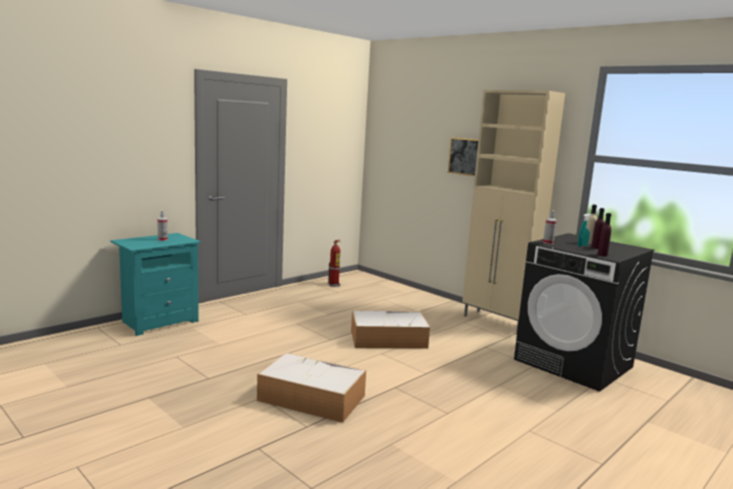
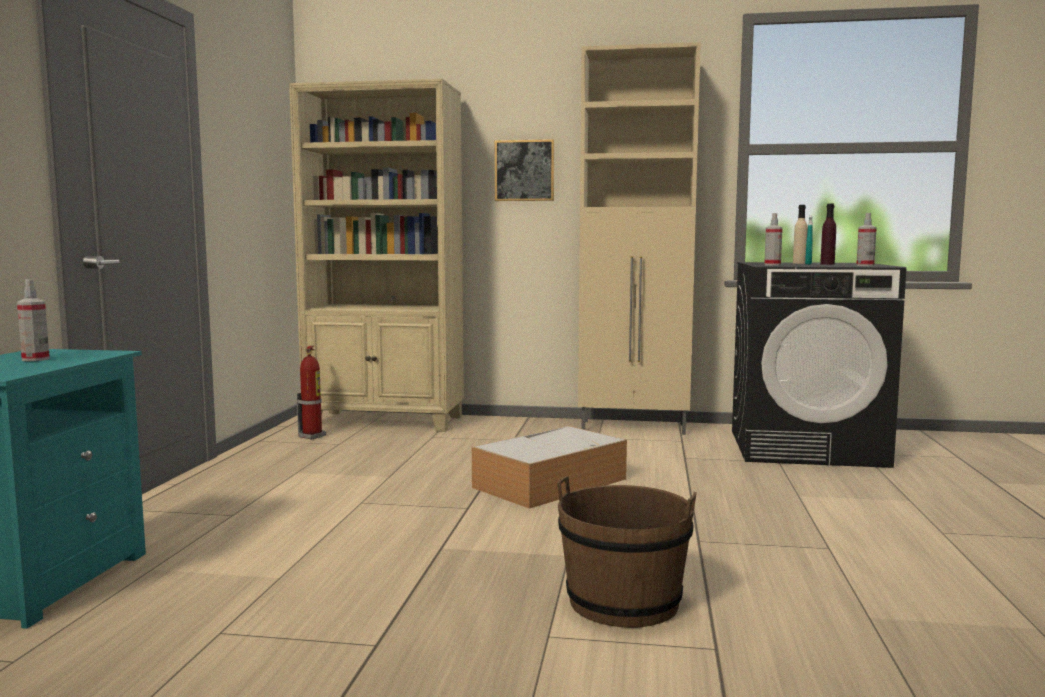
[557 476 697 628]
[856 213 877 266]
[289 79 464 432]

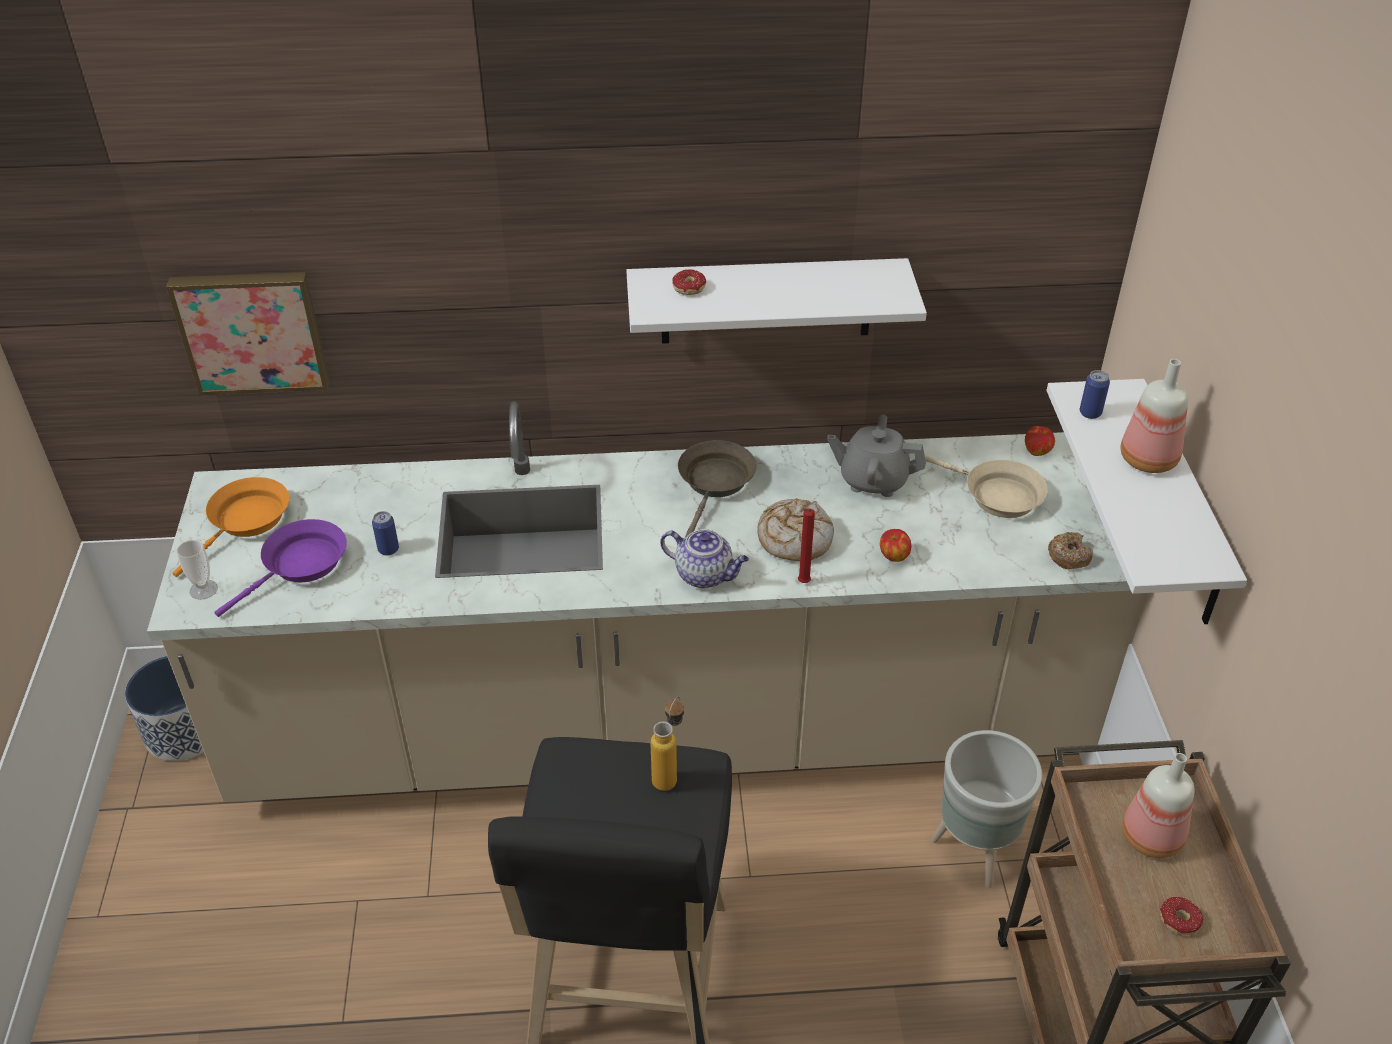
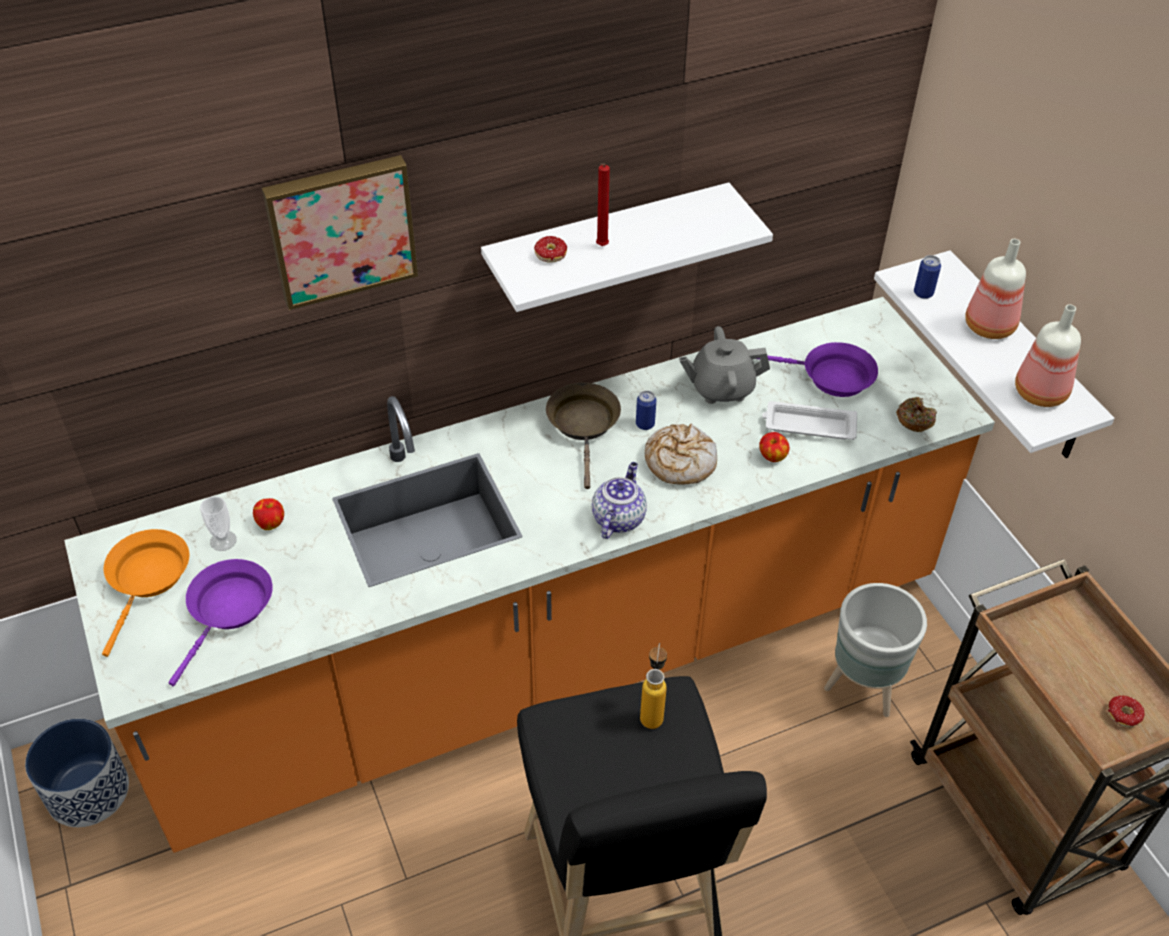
[64 297 995 853]
[262 155 418 310]
[200 496 237 551]
[636 390 656 430]
[592 462 647 539]
[596 164 610 246]
[757 342 878 397]
[253 498 284 530]
[1015 304 1081 407]
[762 401 857 440]

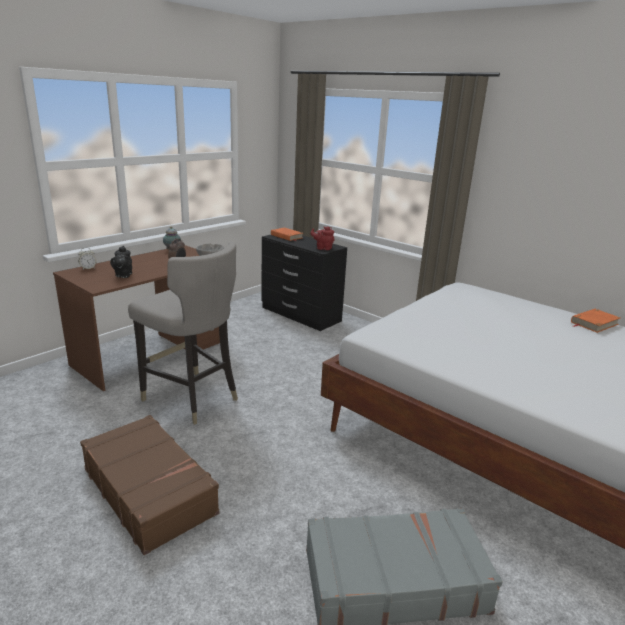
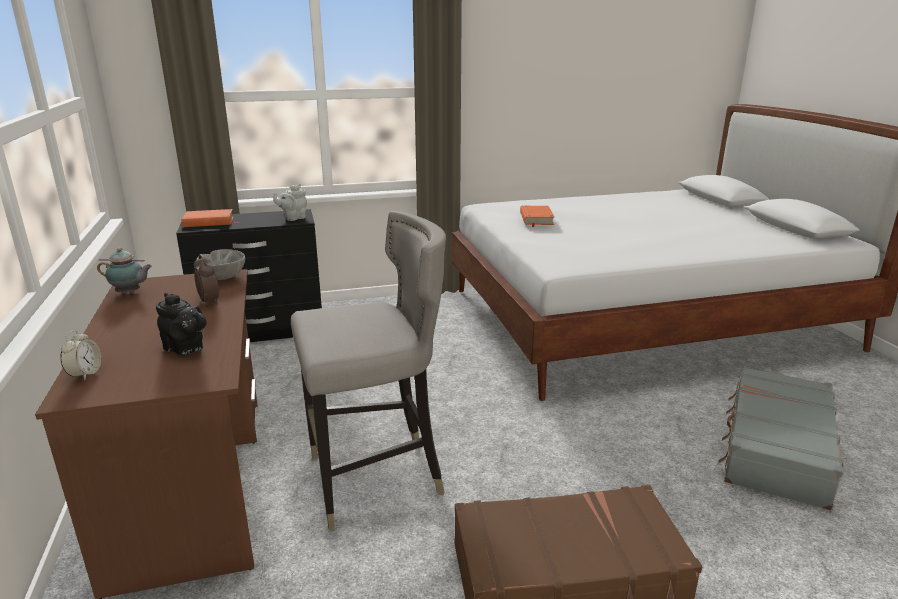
[273 184 307 221]
[520 206 554 227]

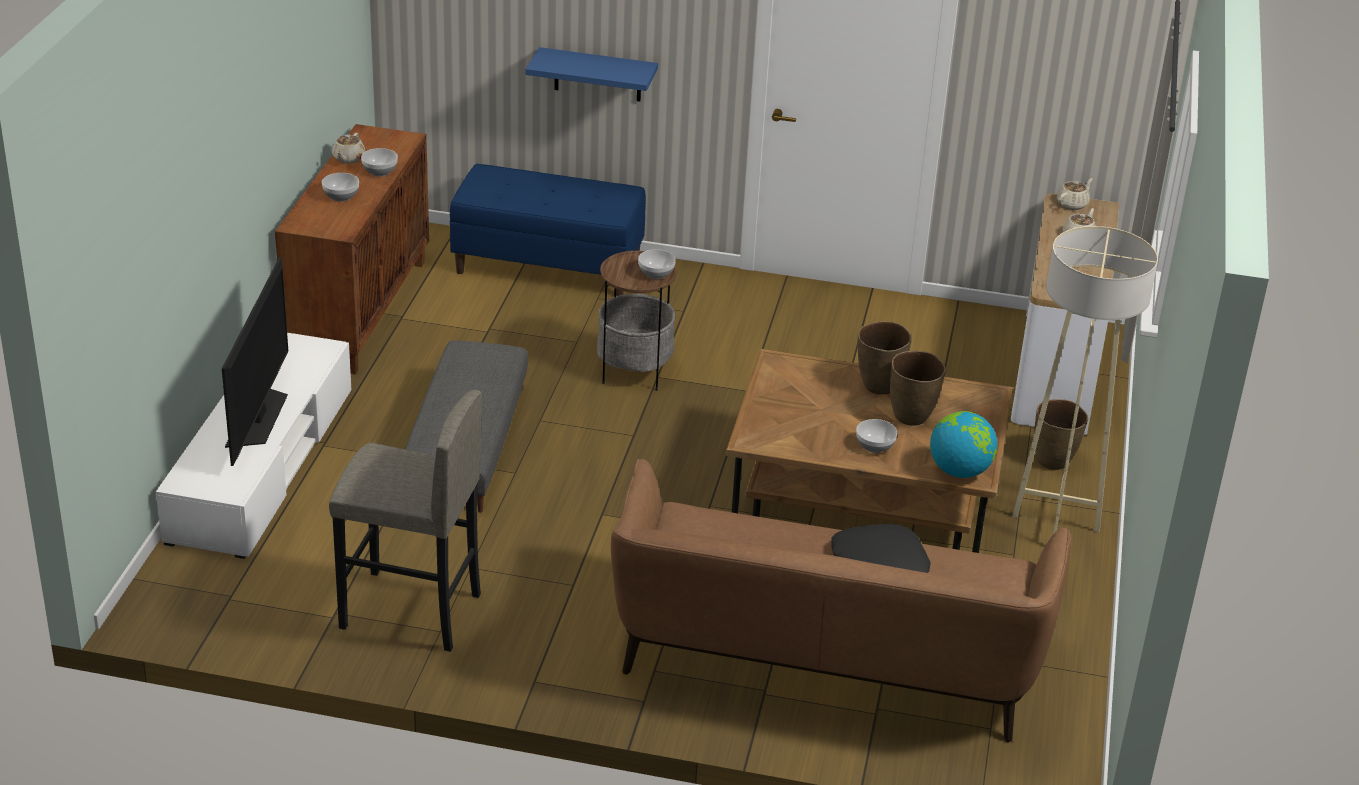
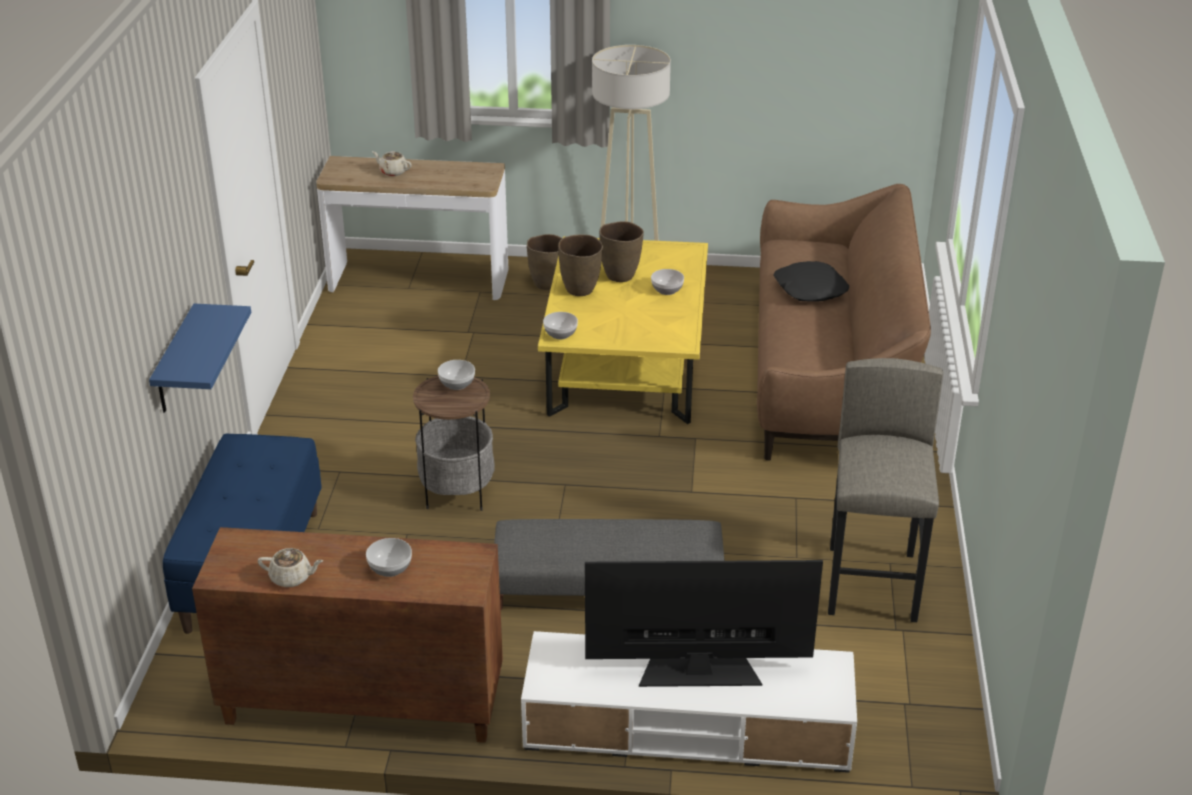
[543 312 578 339]
[538 237 708 424]
[930 411 997 478] (first image)
[1057 178 1093 210] (first image)

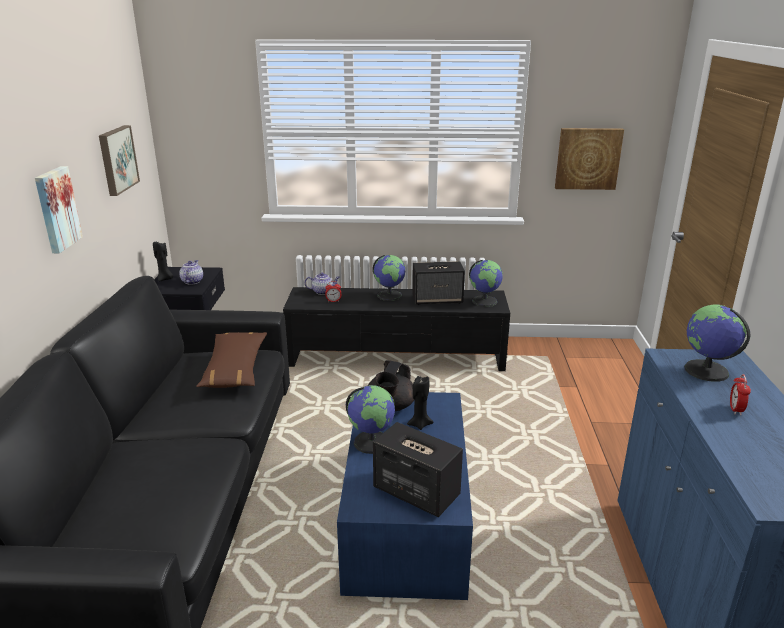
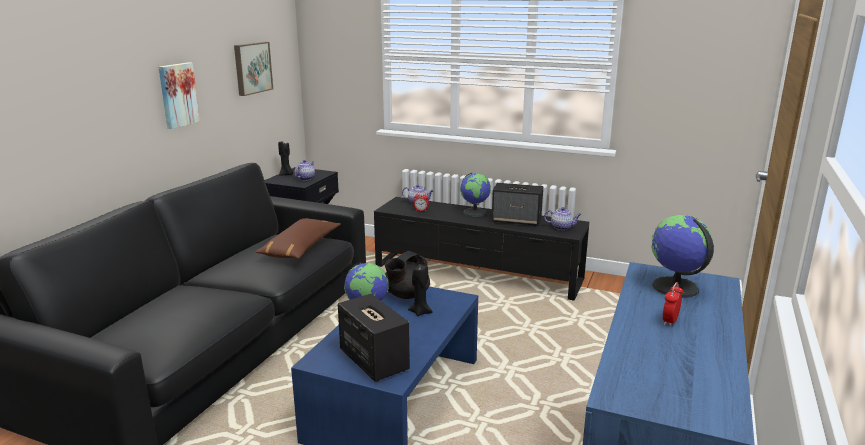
[544 207 581 230]
[555 128 624 190] (first image)

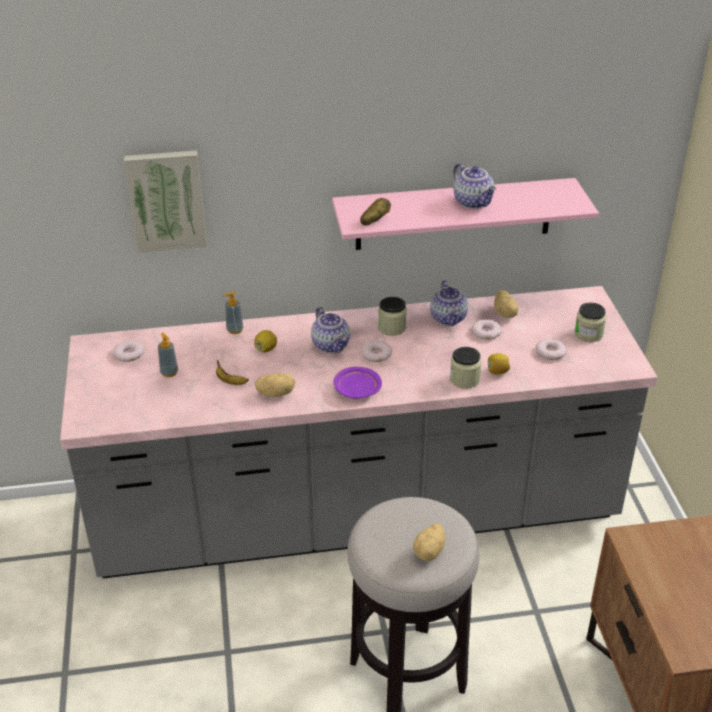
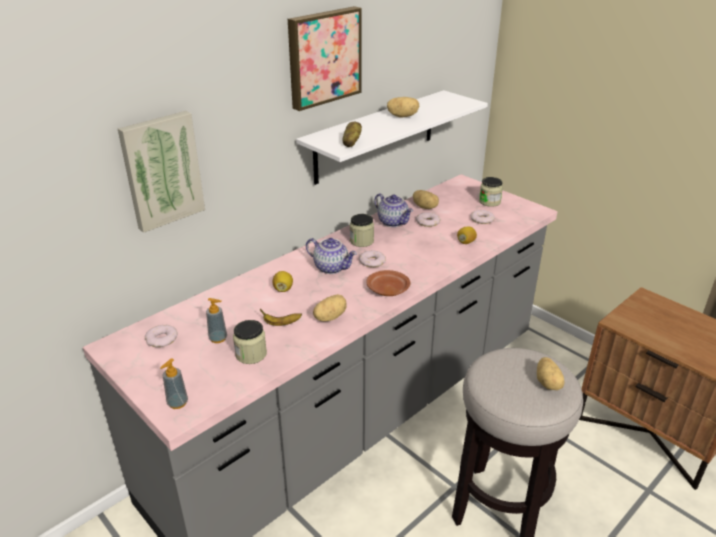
[160 358 188 409]
[296 90 488 185]
[367 270 411 296]
[233 320 267 364]
[387 97 419 118]
[288 6 362 111]

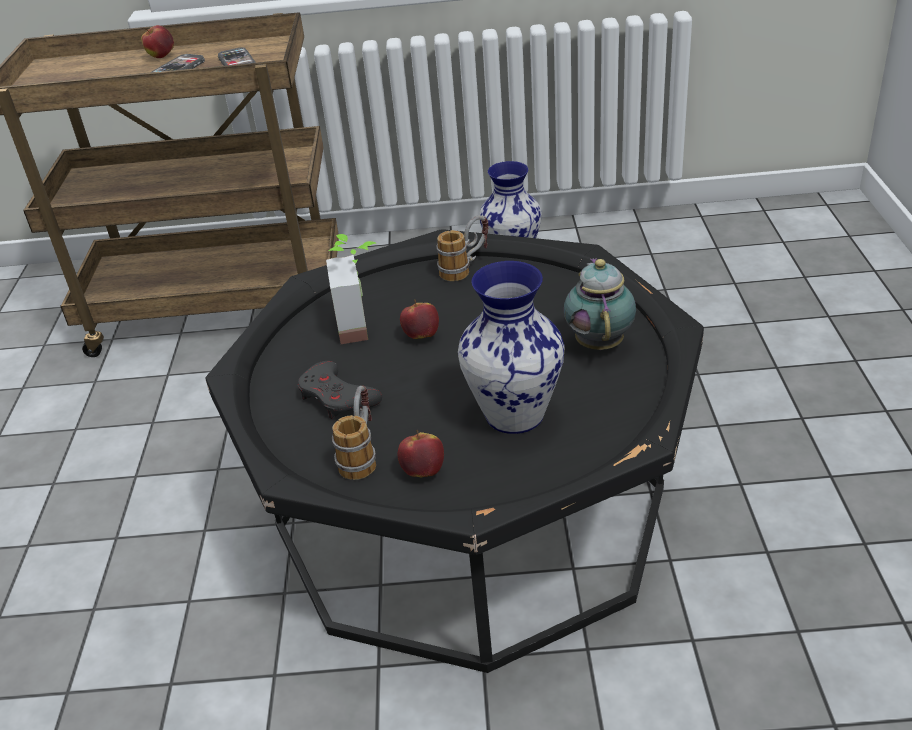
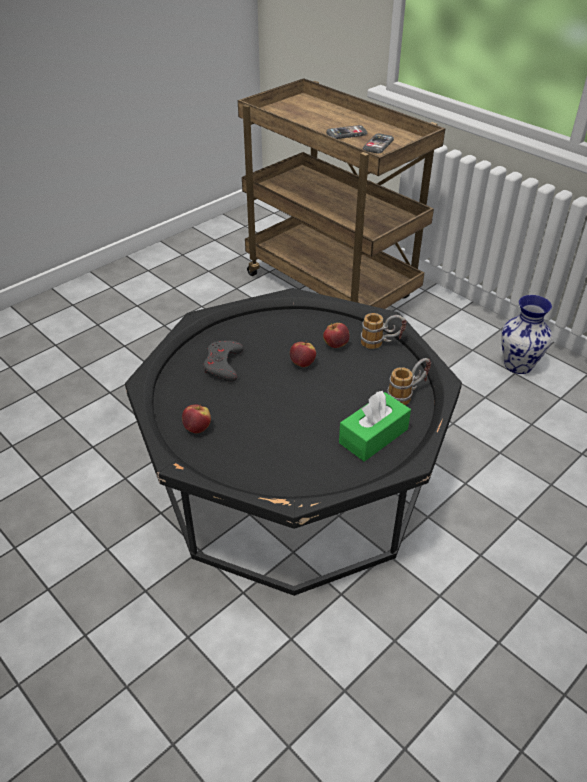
[323 323 349 348]
[326 234 376 344] (first image)
[387 358 431 405]
[458 261 565 434] (first image)
[339 391 411 462]

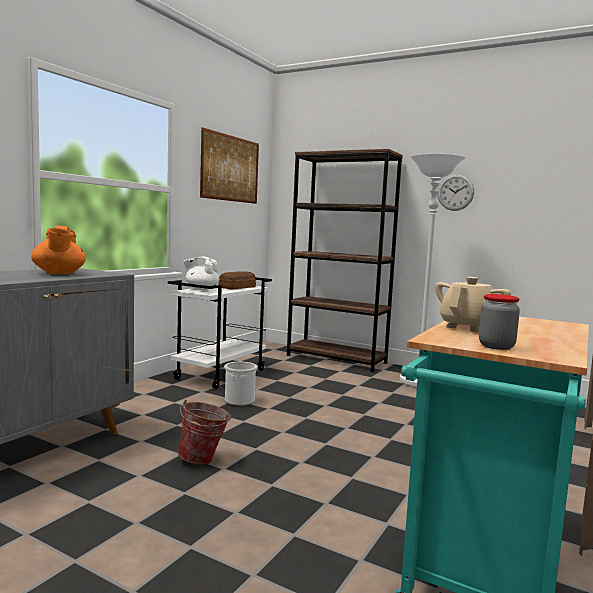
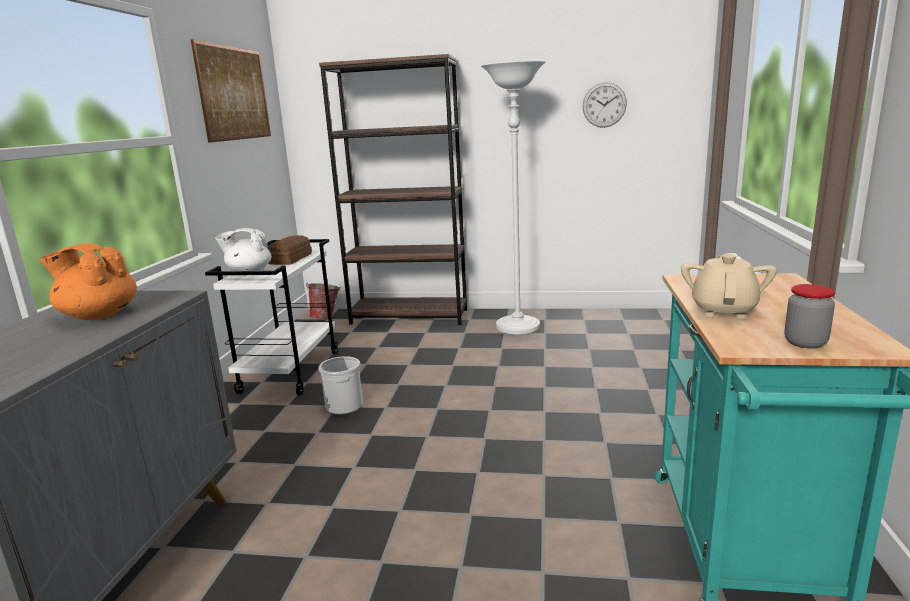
[39 243 137 320]
[306 283 341 319]
[583 82 627 128]

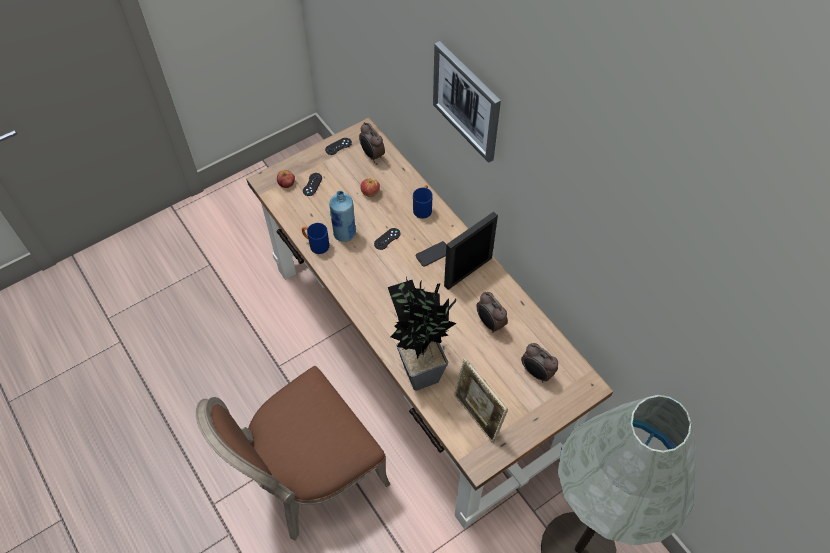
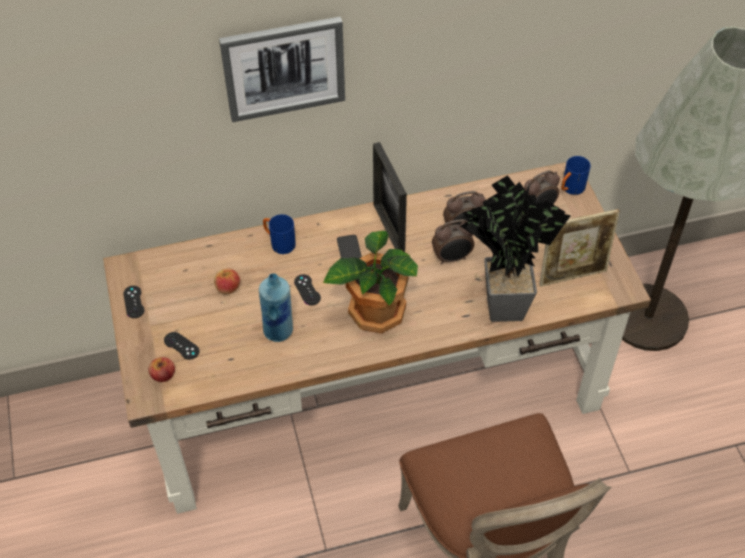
[561 156 591 195]
[432 219 474 264]
[323 231 418 334]

